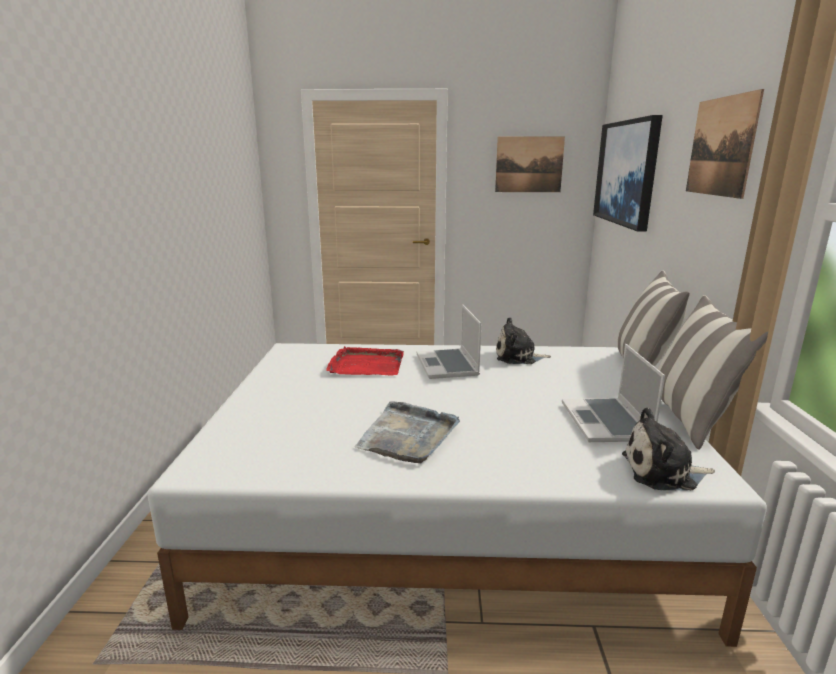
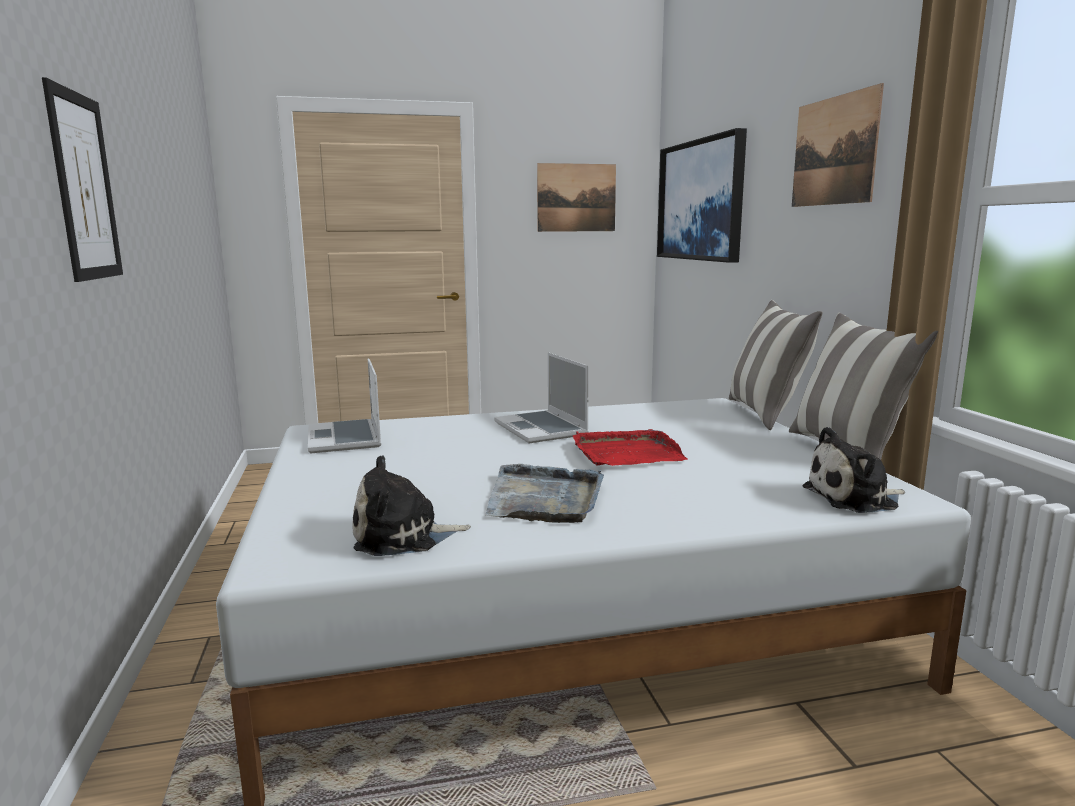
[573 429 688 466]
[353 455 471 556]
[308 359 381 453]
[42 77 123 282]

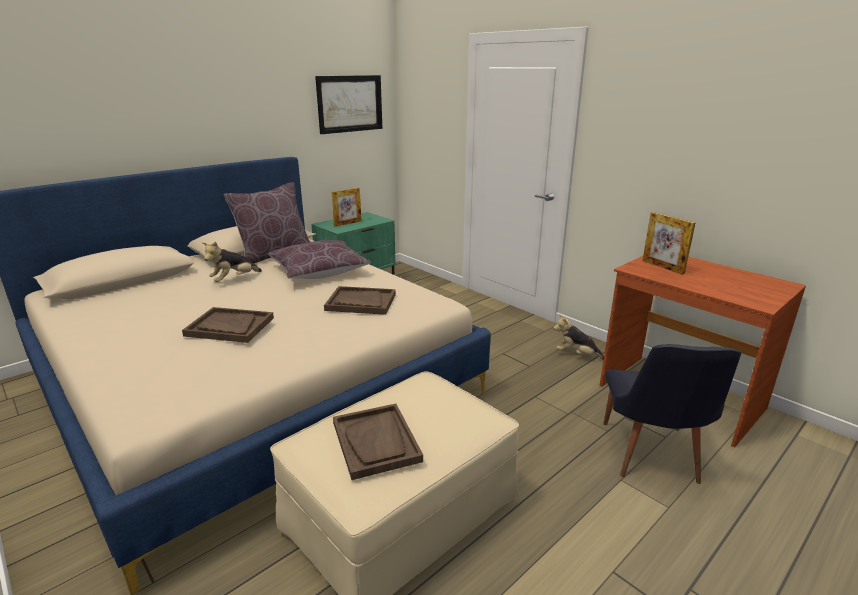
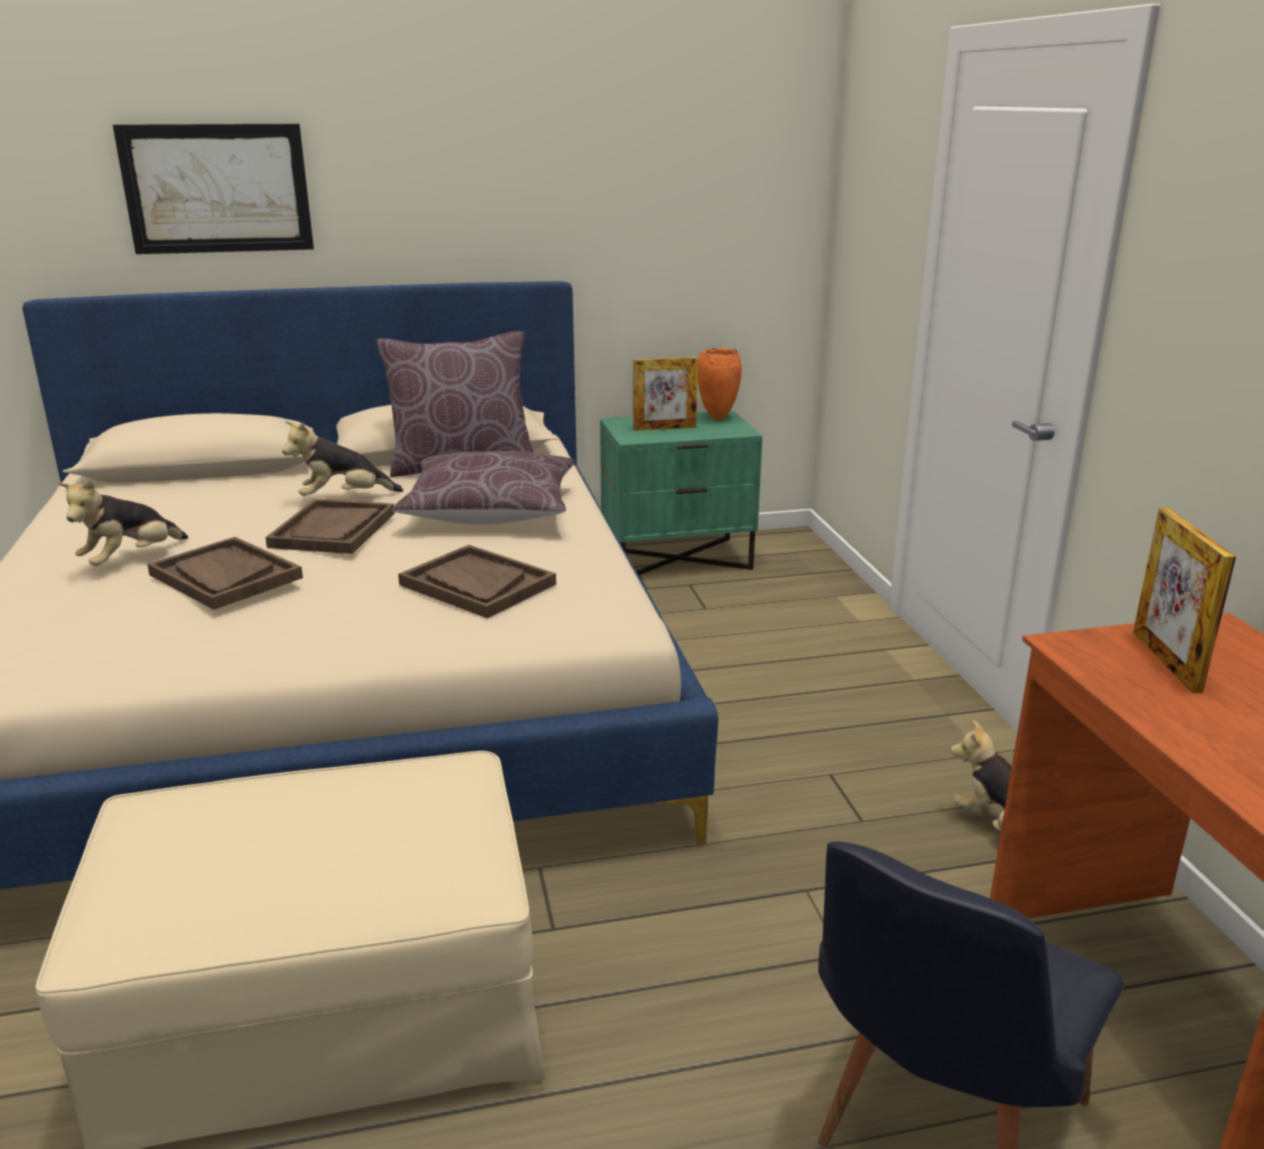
[113 124 314 254]
[265 499 395 554]
[58 479 188 566]
[697 348 742 420]

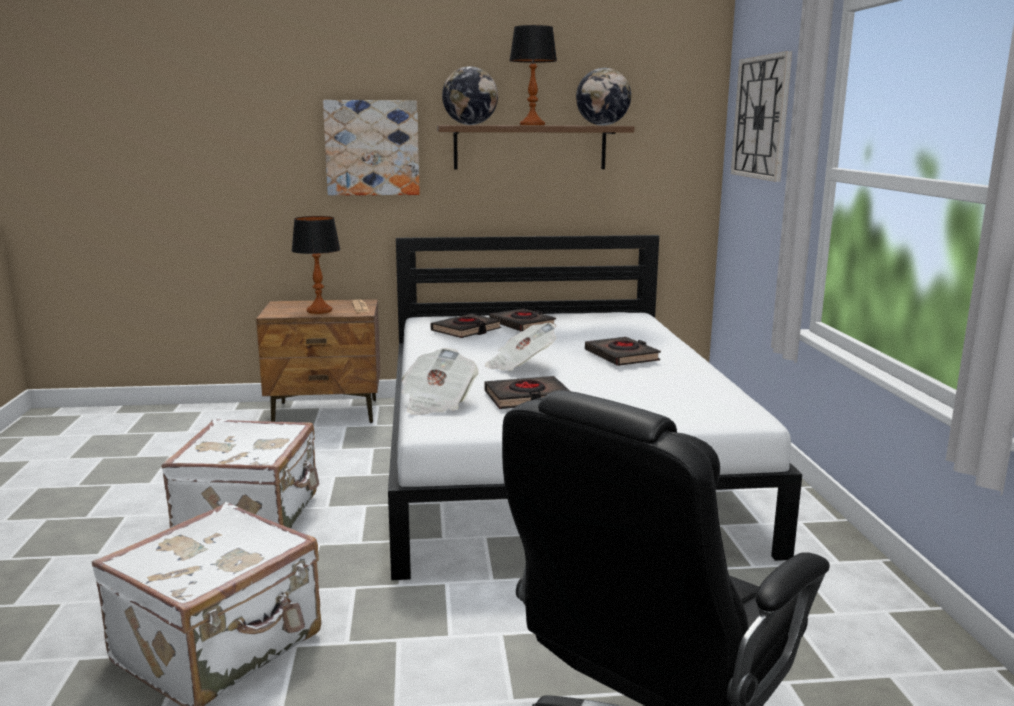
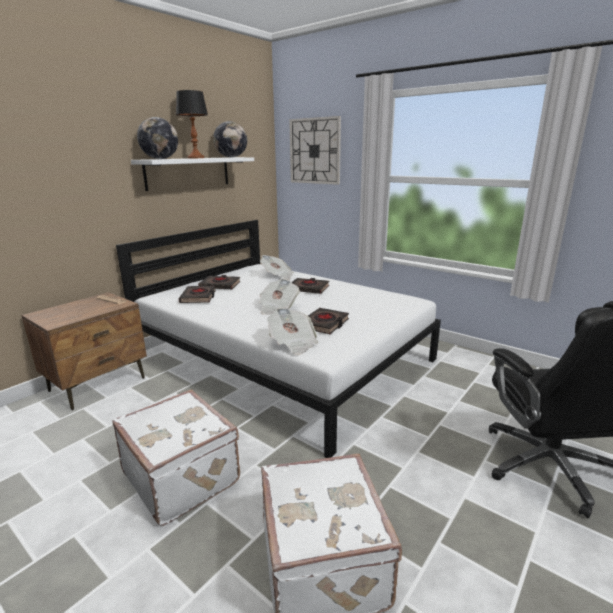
[291 216 341 314] (first image)
[323 100 420 195] (first image)
[131 157 254 191]
[260 255 294 280]

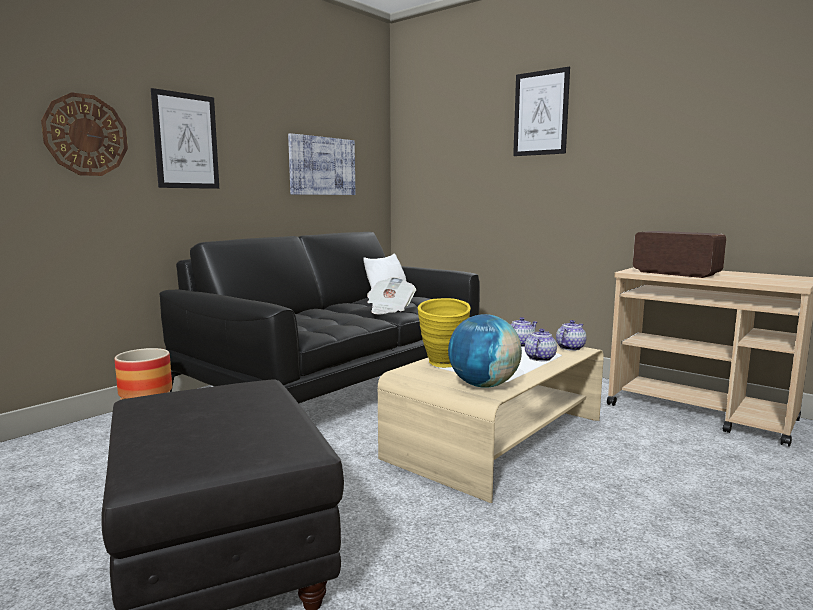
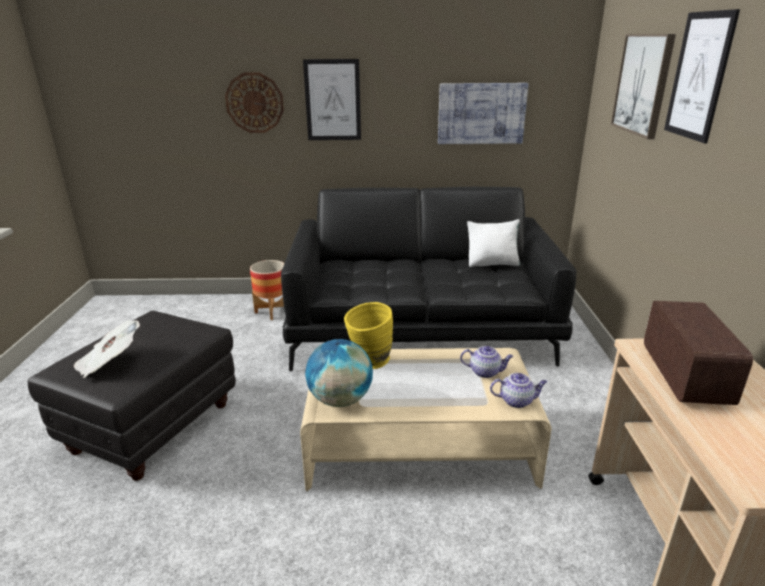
[74 320 140 378]
[525 329 557 361] (first image)
[611 34 676 139]

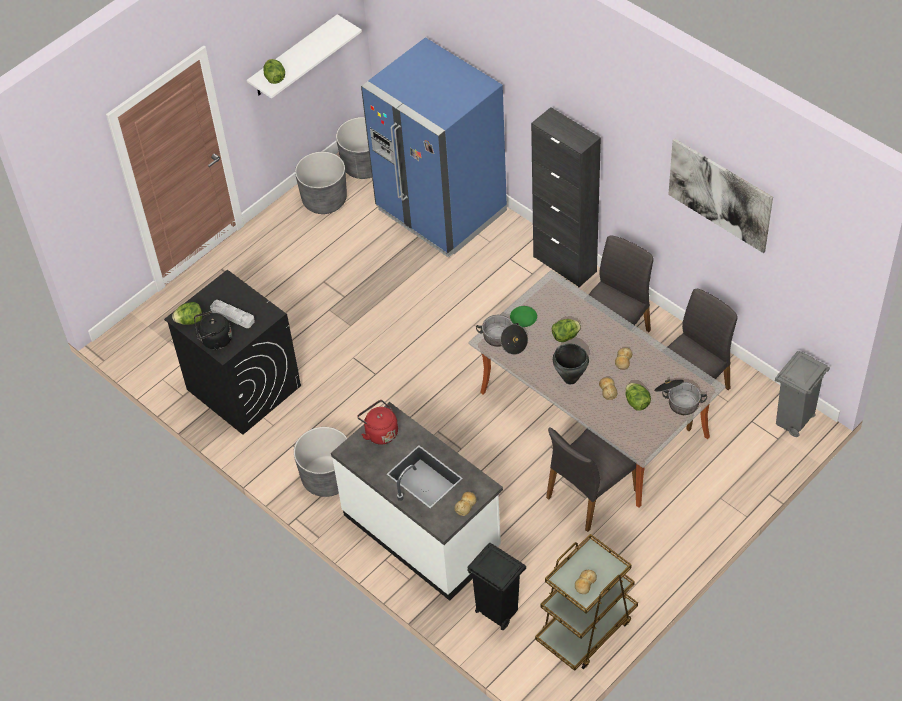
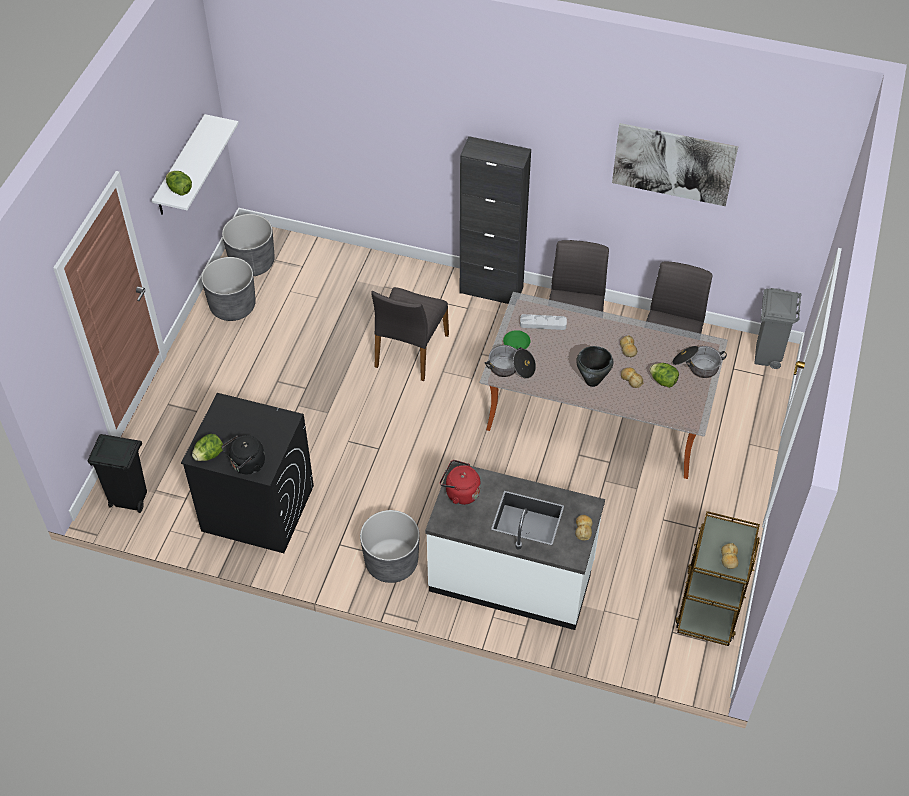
[520 314 567 330]
[361 37 507 258] (first image)
[88 434 147 513]
[371 287 449 381]
[552 319 581 342] (first image)

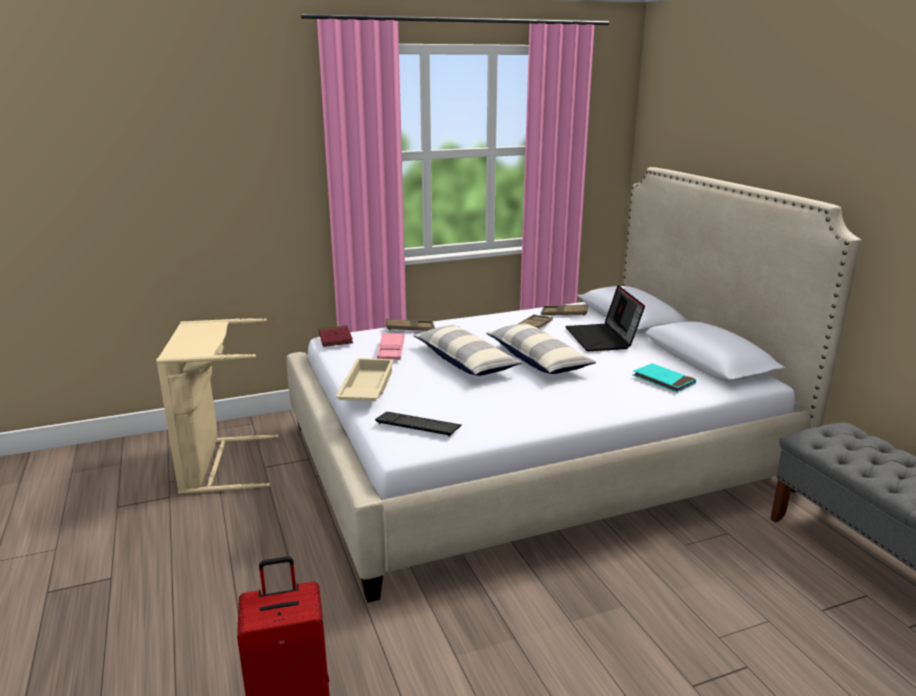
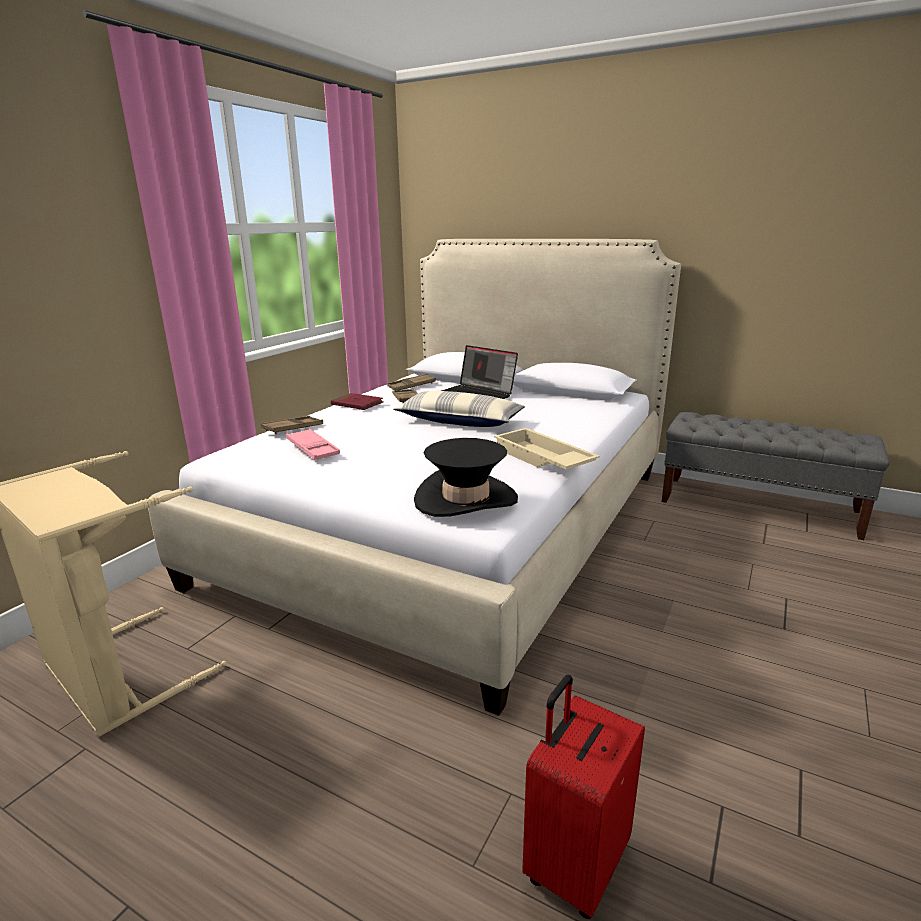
[331 393 384 410]
[494 428 600 470]
[414 438 518 517]
[413 325 522 376] (first image)
[633 363 696 392] (first image)

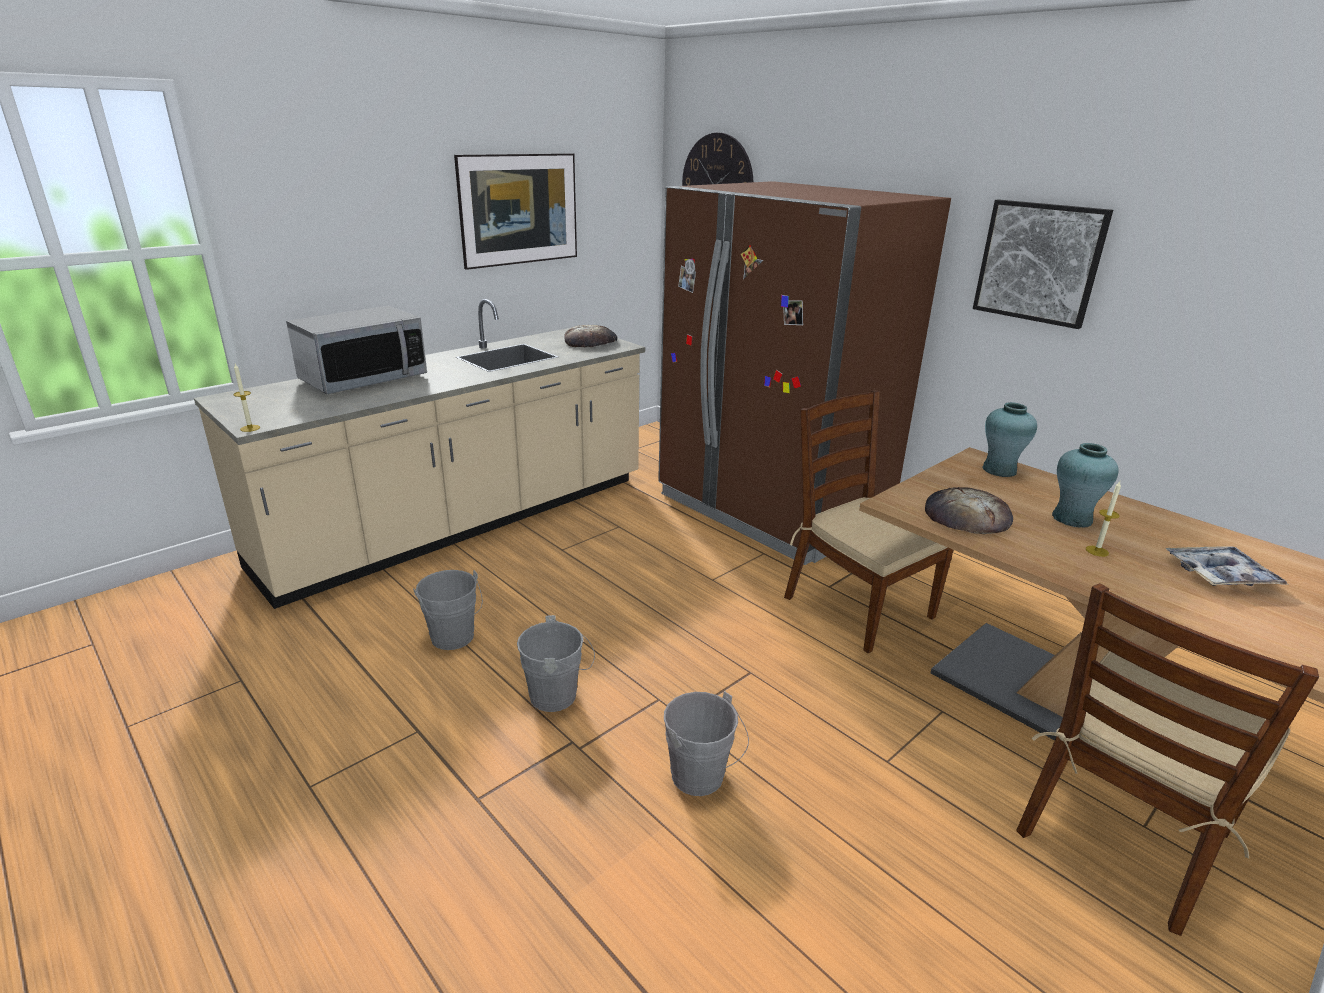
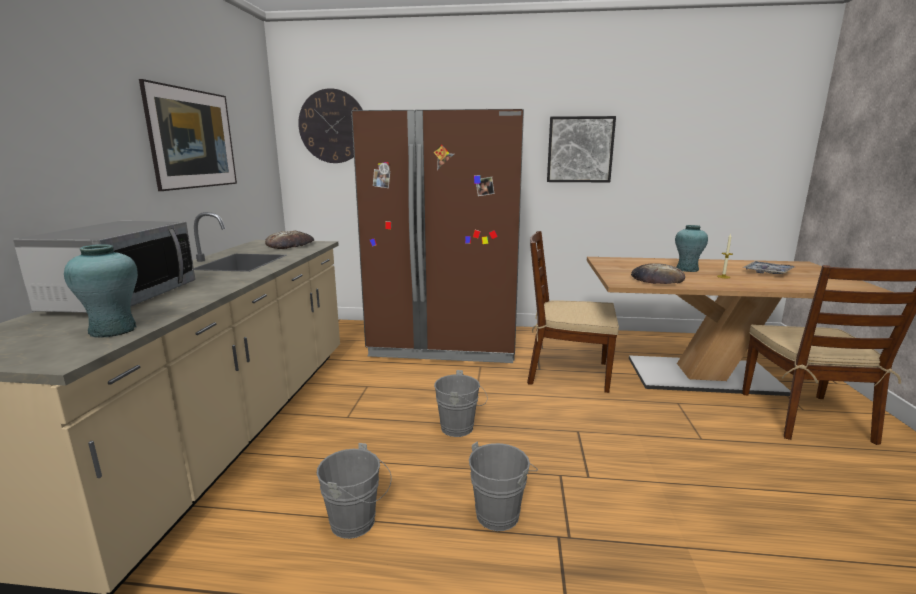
[233 364 260 432] (first image)
[434 370 488 437]
[64 244 138 338]

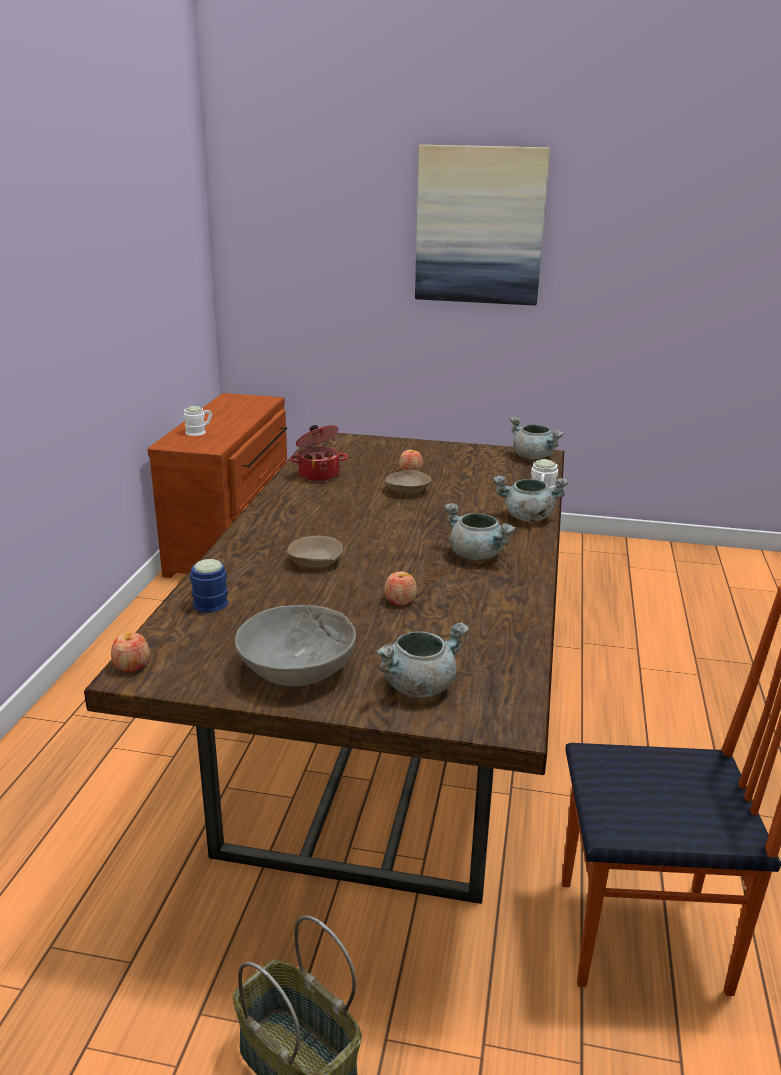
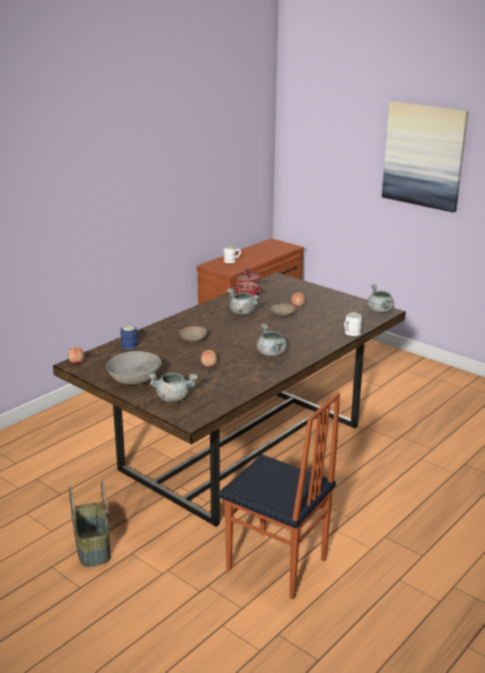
[227 288 260 315]

